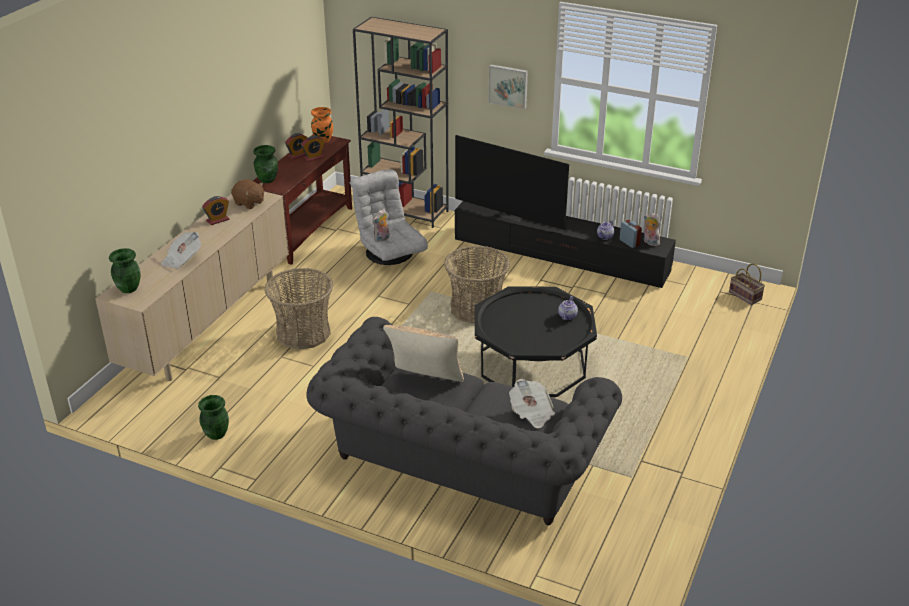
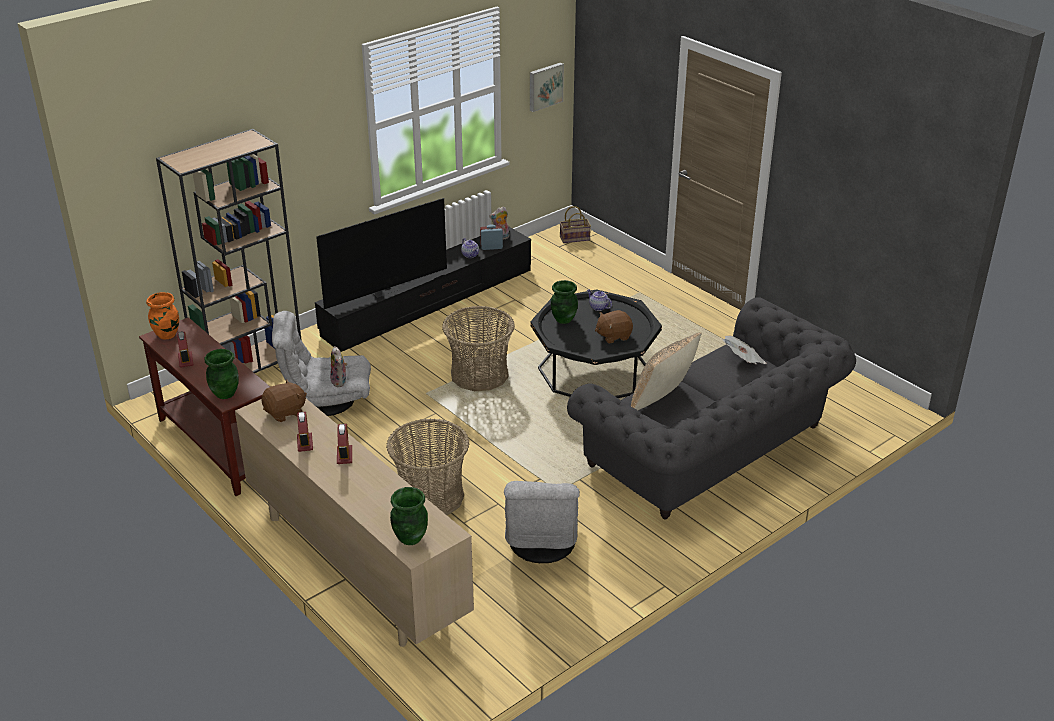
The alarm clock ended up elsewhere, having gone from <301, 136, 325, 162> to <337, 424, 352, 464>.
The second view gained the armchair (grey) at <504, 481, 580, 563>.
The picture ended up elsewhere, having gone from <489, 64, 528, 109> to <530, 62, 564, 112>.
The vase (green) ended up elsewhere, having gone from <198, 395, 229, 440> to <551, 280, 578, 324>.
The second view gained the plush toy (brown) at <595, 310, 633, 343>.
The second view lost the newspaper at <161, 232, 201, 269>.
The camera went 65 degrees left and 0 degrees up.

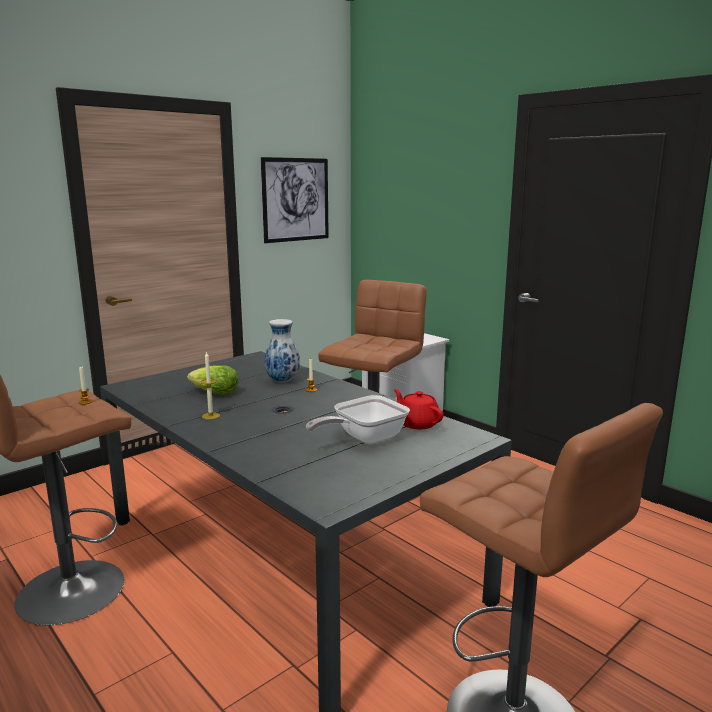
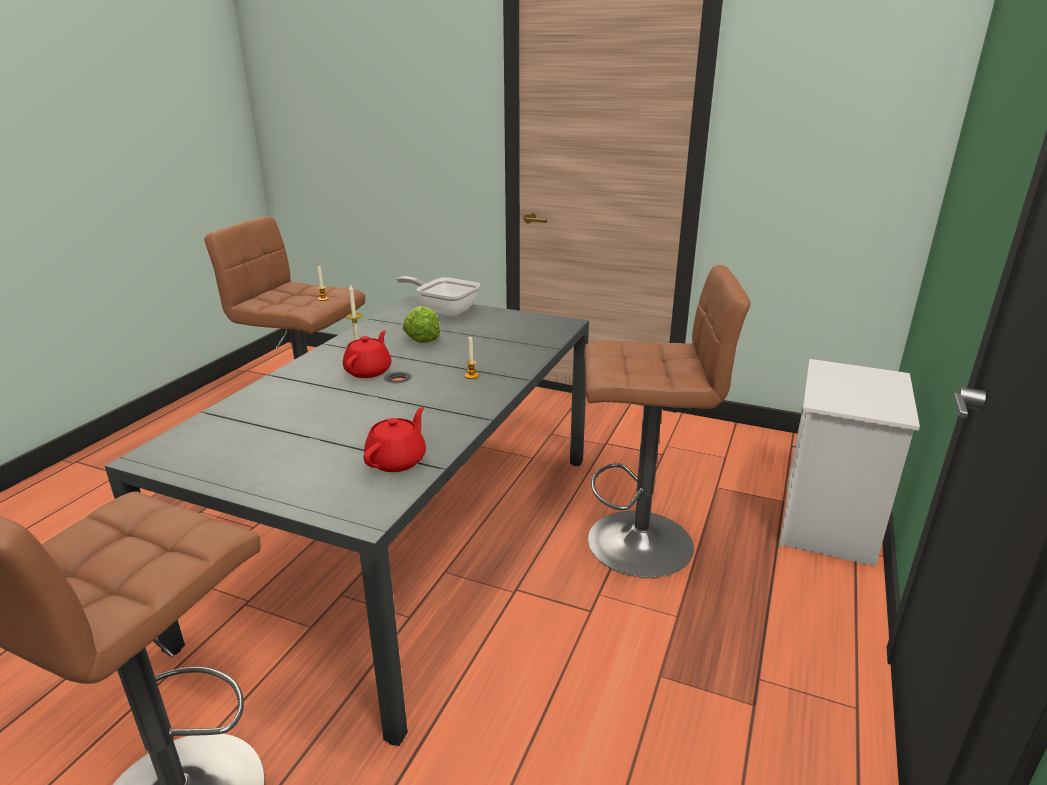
The second view gained the teapot (red) at <343, 331, 391, 378>.
The frying pan ended up elsewhere, having gone from <306, 395, 410, 444> to <396, 276, 480, 317>.
The second view lost the picture at <261, 157, 329, 243>.
The second view lost the vase at <265, 319, 300, 383>.
The camera went 65 degrees right and 10 degrees up.

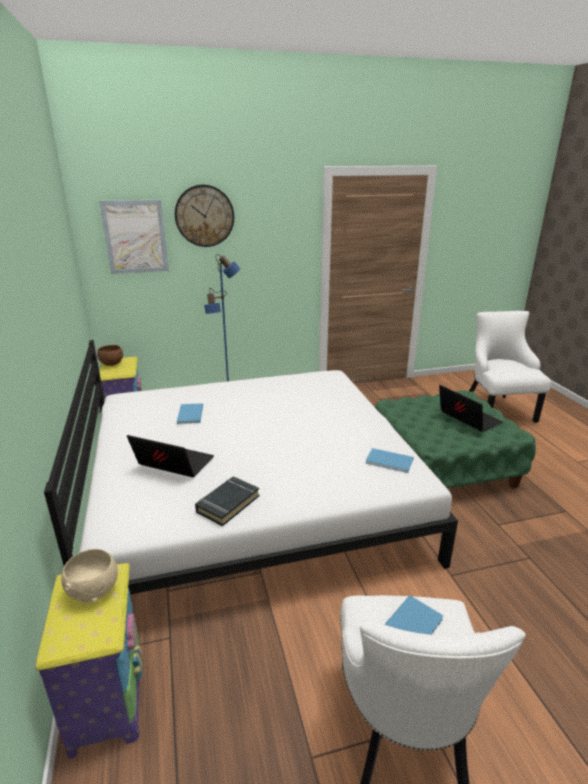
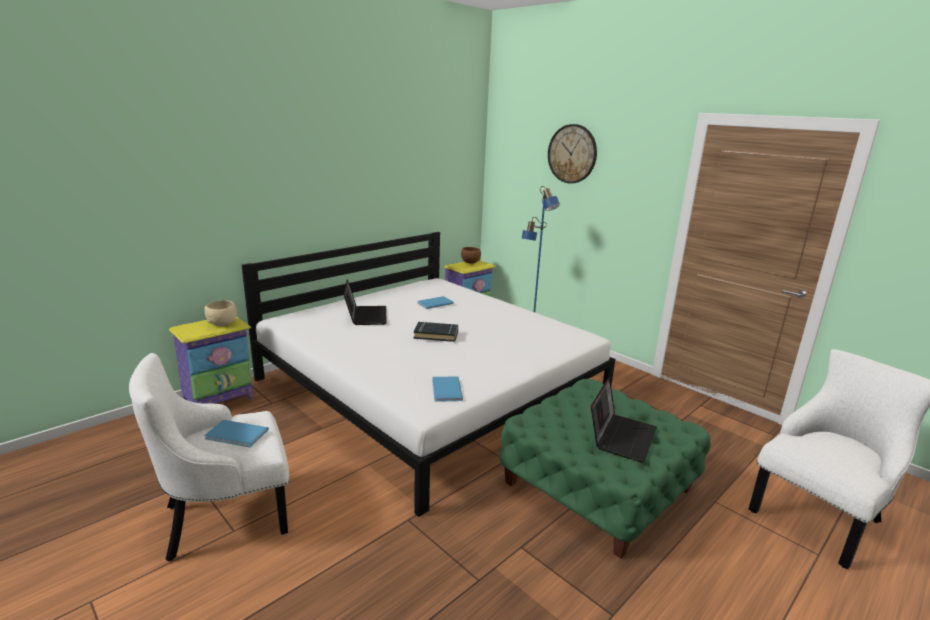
The book (black) ended up elsewhere, having gone from <195, 476, 260, 526> to <414, 322, 458, 342>.
The second view lost the picture at <99, 199, 169, 274>.
The camera went 60 degrees right and 5 degrees down.

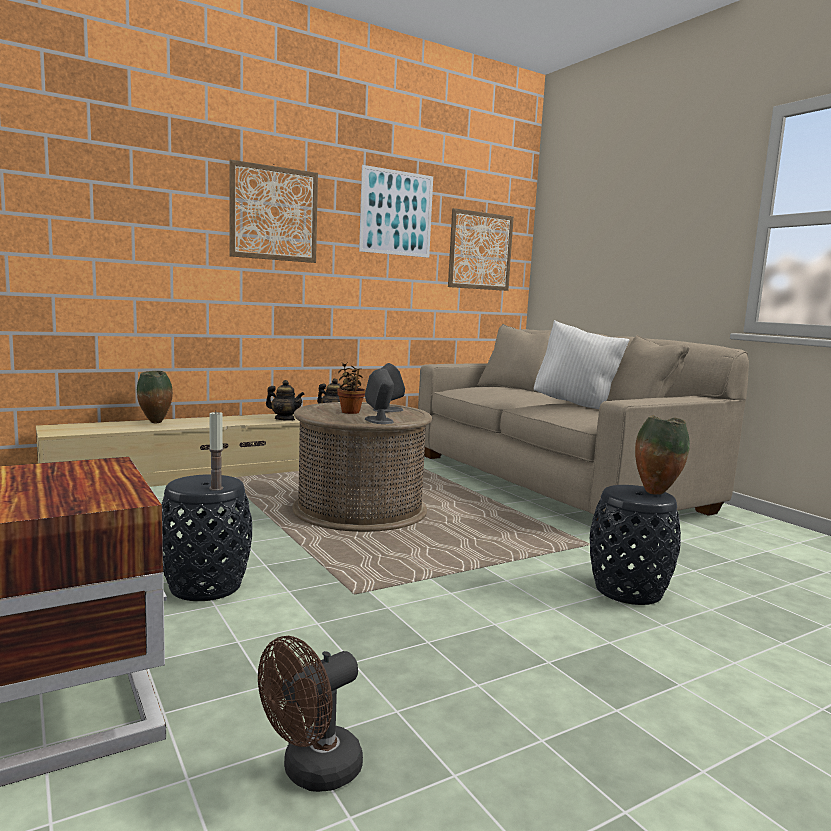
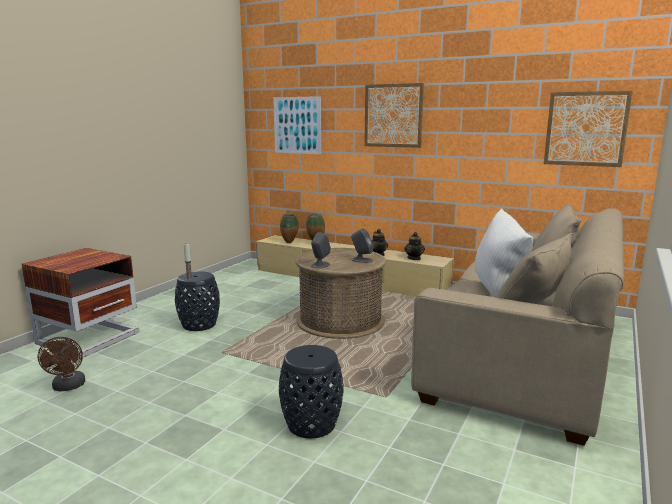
The fan (brown) at <258, 636, 363, 792> ended up facing another way, 120 degrees counterclockwise from before.
The picture ended up elsewhere, having gone from <359, 165, 433, 258> to <273, 96, 321, 154>.
The vase ended up elsewhere, having gone from <635, 415, 690, 494> to <280, 214, 299, 243>.
The second view lost the potted plant at <337, 362, 366, 414>.
The camera went 60 degrees right and 5 degrees up.

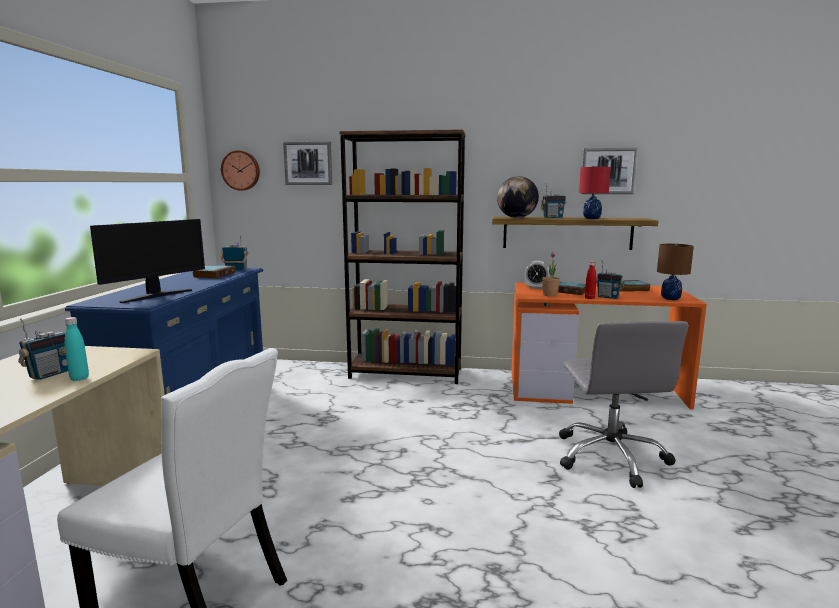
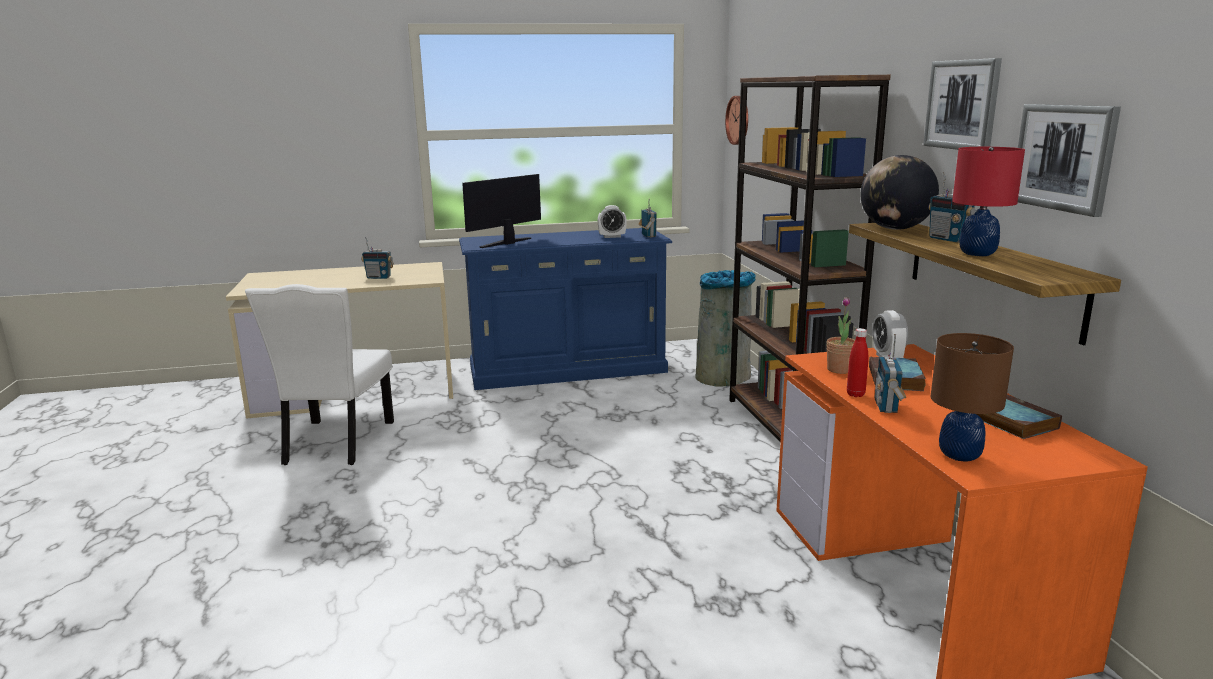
The monitor at <90, 219, 205, 303> ended up facing another way, 120 degrees clockwise from before.
Where the book stood at <193, 265, 236, 279>, the alarm clock came to stand at <598, 205, 627, 238>.
The second view gained the trash can (grey) at <695, 270, 756, 387>.
The picture ended up elsewhere, having gone from <283, 142, 332, 185> to <923, 58, 1002, 150>.
The second view lost the bottle (turquoise) at <65, 317, 89, 381>.
The second view lost the office chair (grey) at <559, 321, 688, 488>.
The camera went 70 degrees right and 5 degrees up.

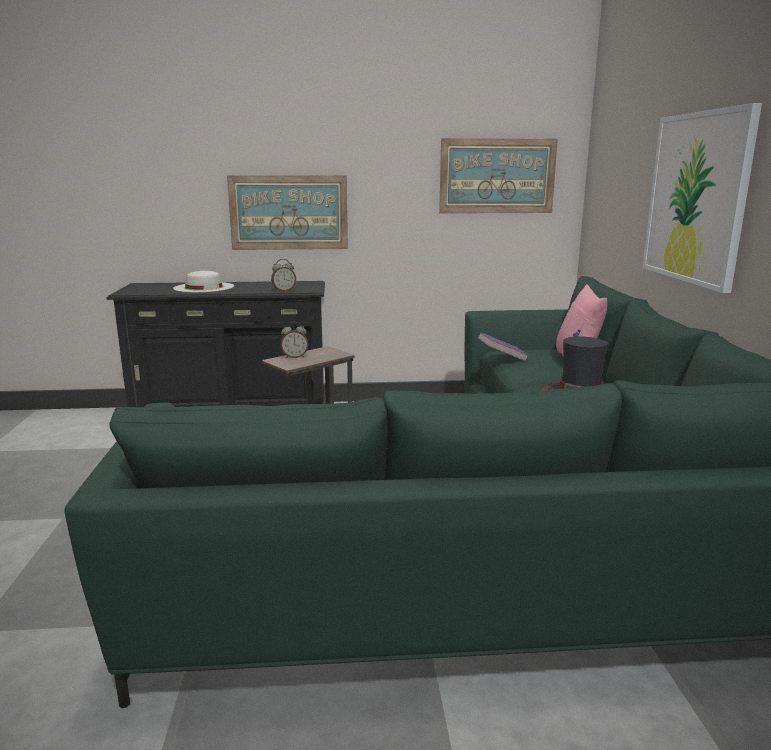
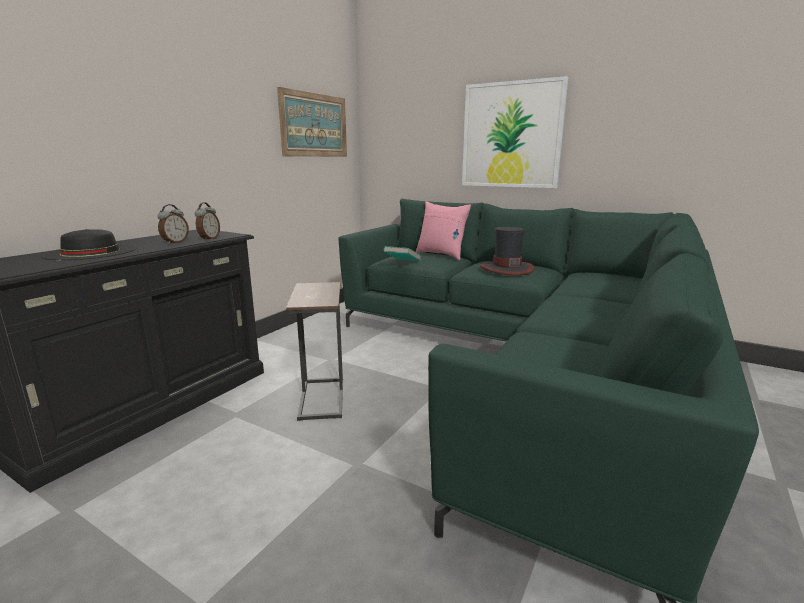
What was the hat (white) at <173, 271, 234, 292> turned into the hat (black) at <41, 229, 137, 260>.
The alarm clock ended up elsewhere, having gone from <281, 322, 308, 358> to <158, 204, 189, 244>.
What was the book (purple) at <478, 332, 529, 361> turned into the book (turquoise) at <384, 246, 421, 261>.
The second view lost the picture at <227, 175, 348, 250>.
The camera went 55 degrees left and 0 degrees up.

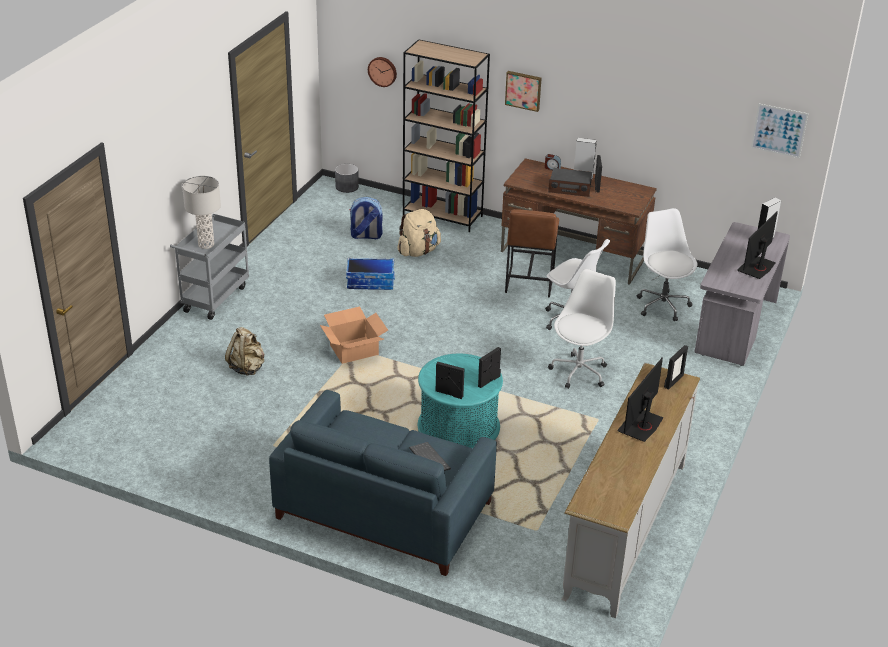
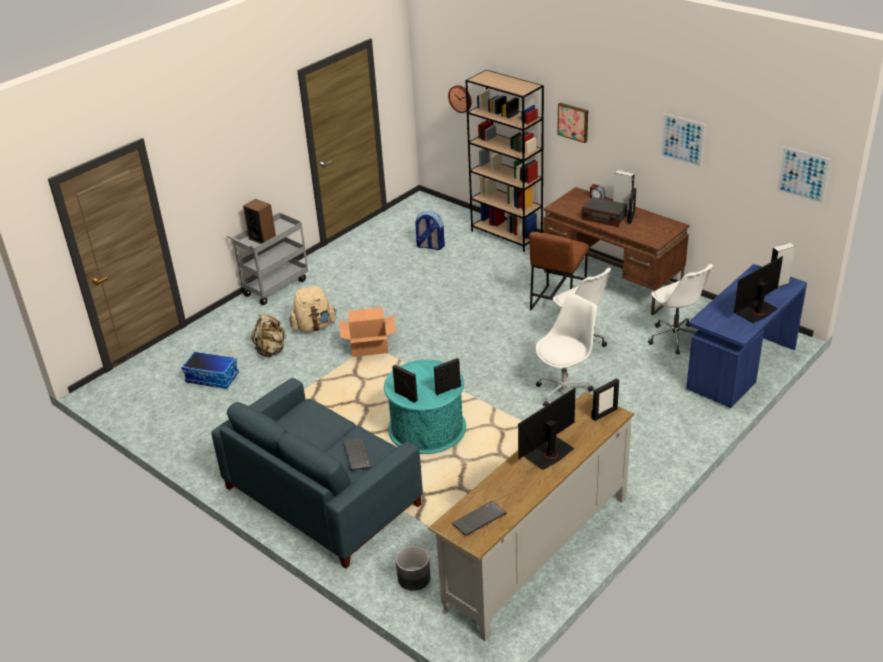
The storage box ended up elsewhere, having gone from <346, 258, 395, 290> to <181, 351, 239, 389>.
Where the table lamp (white) stood at <182, 176, 221, 249>, the speaker came to stand at <243, 199, 276, 244>.
The backpack (beige) ended up elsewhere, having gone from <397, 209, 441, 257> to <289, 286, 336, 332>.
The planter (grey) ended up elsewhere, having gone from <335, 164, 359, 193> to <395, 546, 431, 591>.
The second view gained the keyboard at <452, 501, 507, 536>.
The office chair (white) at <637, 208, 698, 321> ended up facing another way, 150 degrees clockwise from before.
The second view gained the picture at <660, 113, 706, 168>.
What was the desk (grey) at <695, 222, 790, 366> turned into the desk (blue) at <686, 264, 807, 408>.
The camera went 20 degrees right and 0 degrees up.

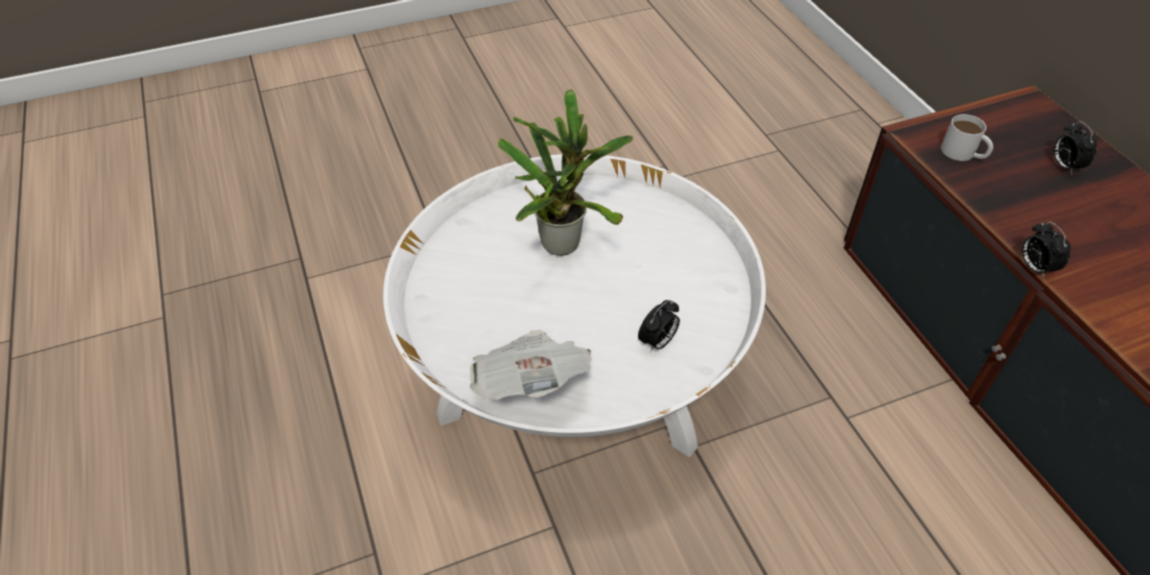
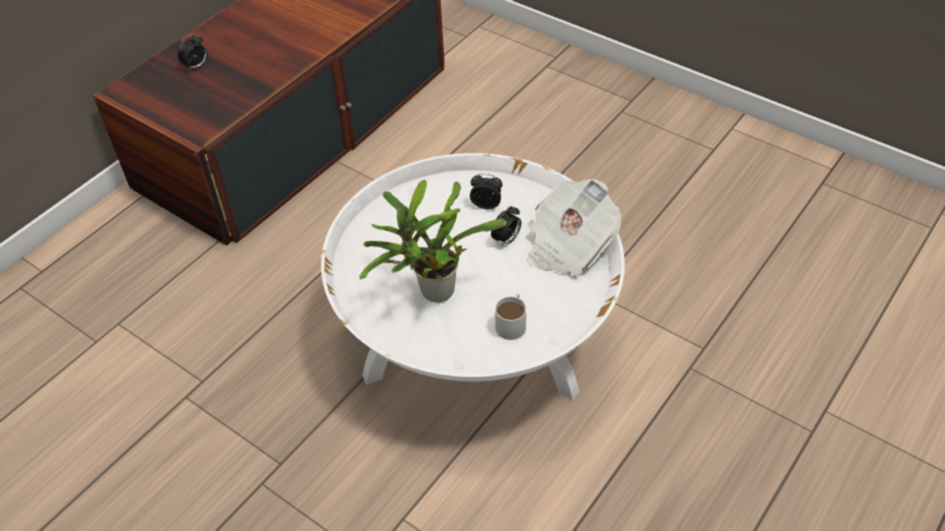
The alarm clock ended up elsewhere, having gone from <1021, 222, 1071, 279> to <491, 206, 521, 247>.
The mug (white) ended up elsewhere, having gone from <941, 114, 993, 161> to <495, 293, 526, 340>.
The camera went 120 degrees left and 0 degrees up.

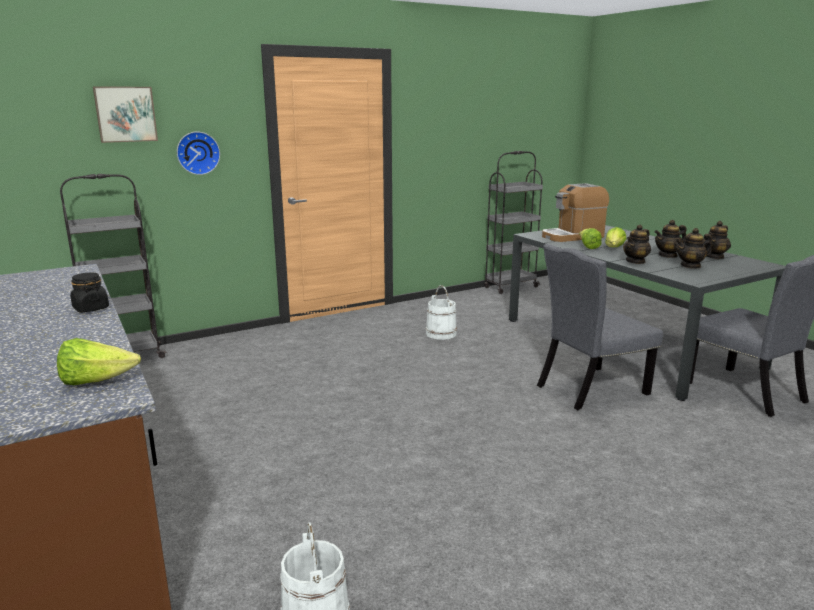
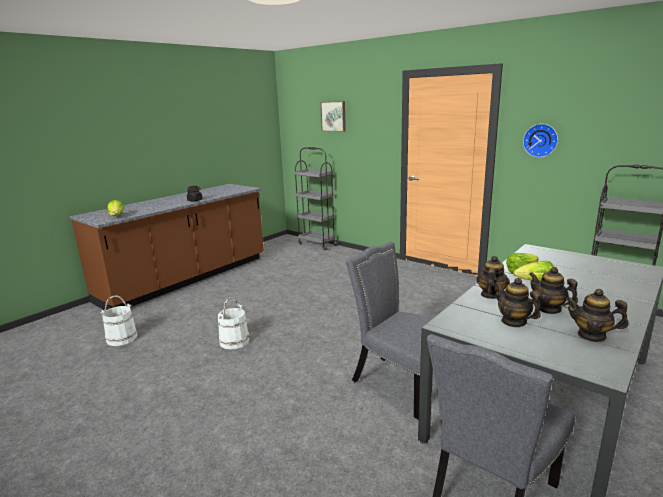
The bucket (white) ended up elsewhere, having gone from <426, 285, 457, 340> to <218, 297, 249, 350>.
The teapot at <623, 225, 651, 264> ended up facing another way, 90 degrees clockwise from before.
The wall clock ended up elsewhere, having gone from <177, 131, 220, 175> to <523, 124, 558, 158>.
The second view lost the coffee machine at <542, 183, 609, 242>.
The camera went 70 degrees right and 0 degrees up.

